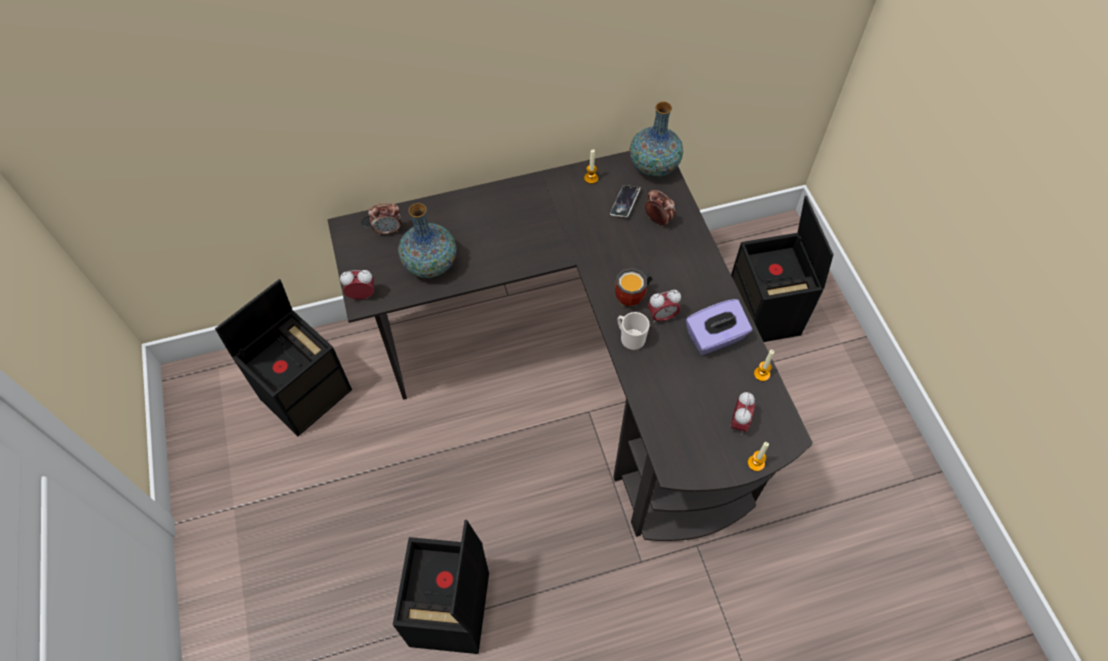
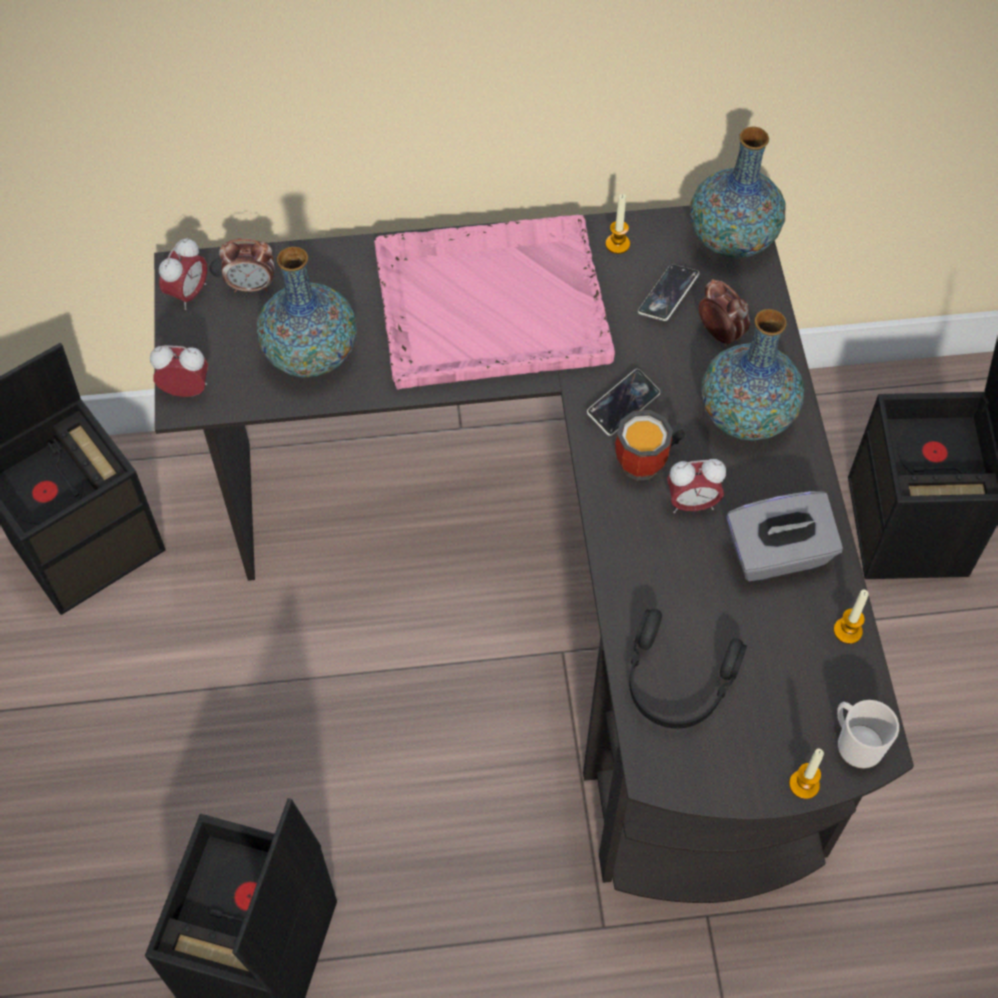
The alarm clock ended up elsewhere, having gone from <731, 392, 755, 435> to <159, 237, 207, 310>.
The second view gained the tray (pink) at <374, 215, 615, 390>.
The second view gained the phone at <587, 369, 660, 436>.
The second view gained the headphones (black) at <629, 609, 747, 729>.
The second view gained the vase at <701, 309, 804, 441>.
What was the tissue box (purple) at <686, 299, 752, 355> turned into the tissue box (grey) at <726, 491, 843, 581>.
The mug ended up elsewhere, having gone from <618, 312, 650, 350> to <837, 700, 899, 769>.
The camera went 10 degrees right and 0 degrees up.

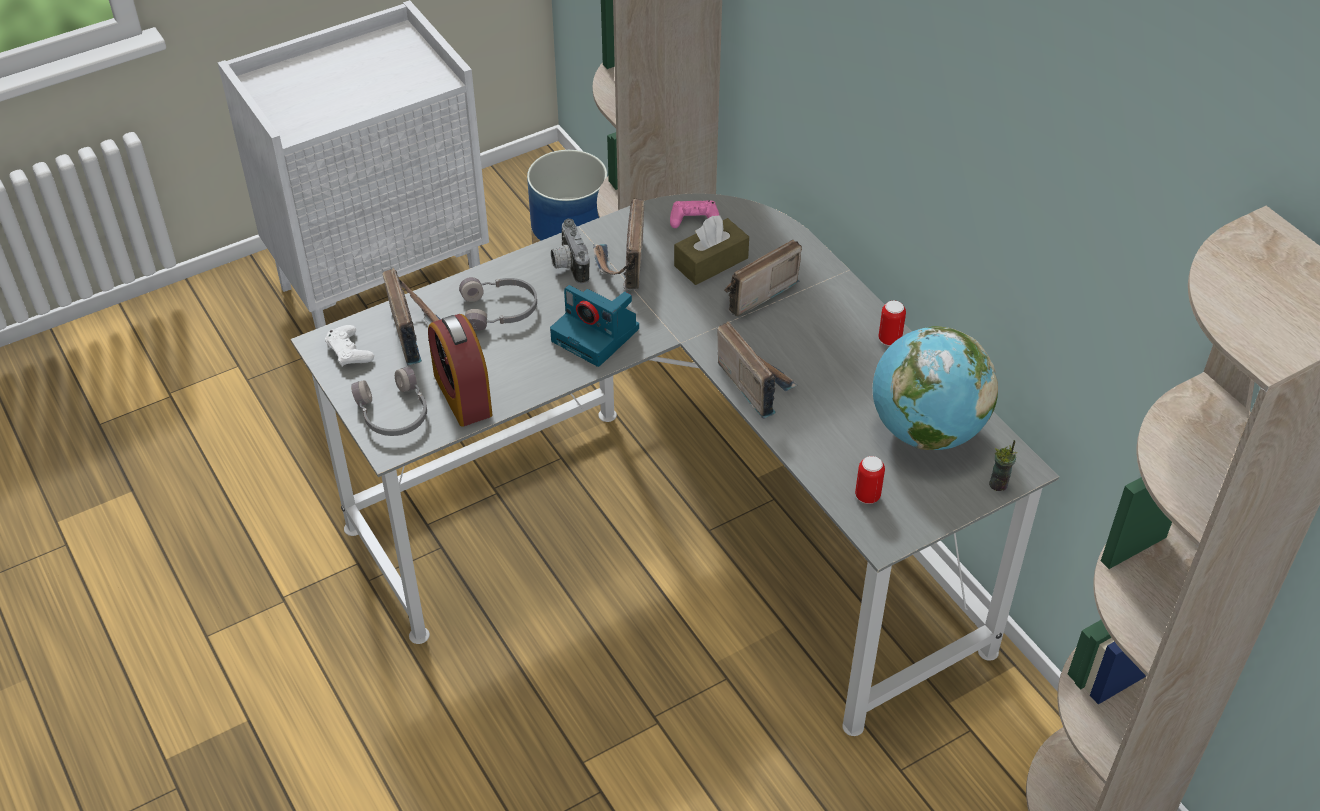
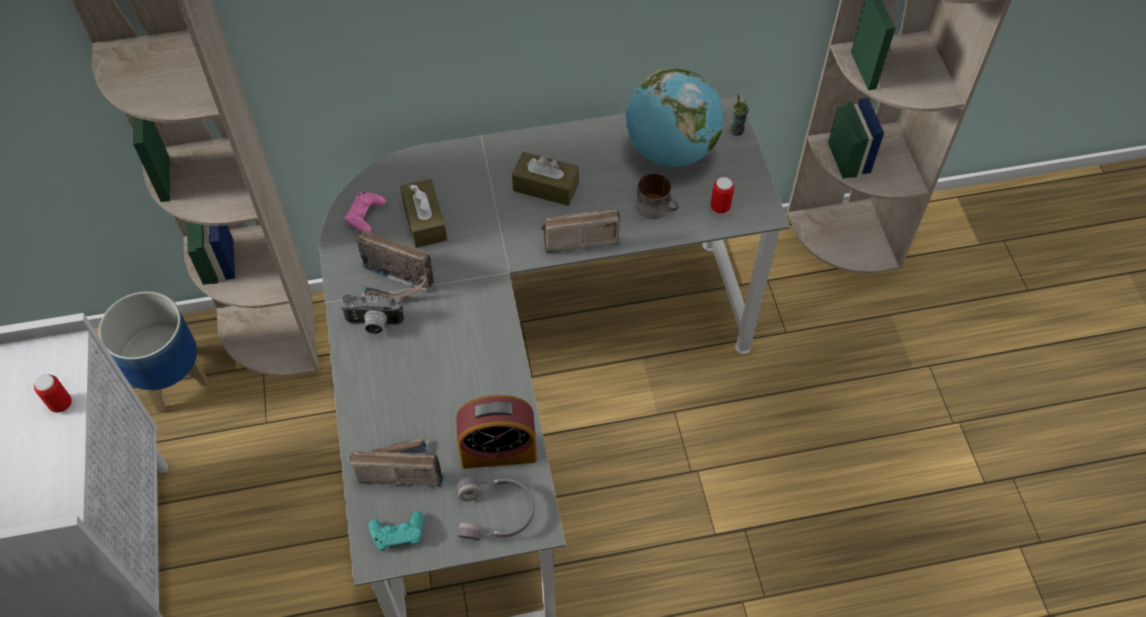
The can ended up elsewhere, having gone from <879, 300, 906, 346> to <34, 374, 72, 413>.
What was the game controller (white) at <325, 325, 374, 367> turned into the game controller (turquoise) at <369, 511, 423, 551>.
The second view gained the tissue box (brown) at <512, 152, 579, 206>.
The second view gained the mug at <636, 173, 679, 219>.
The second view lost the headphones (grey) at <459, 277, 537, 331>.
The second view lost the photo camera at <550, 285, 639, 367>.
The second view lost the radio at <724, 240, 802, 317>.
The camera went 70 degrees left and 10 degrees up.

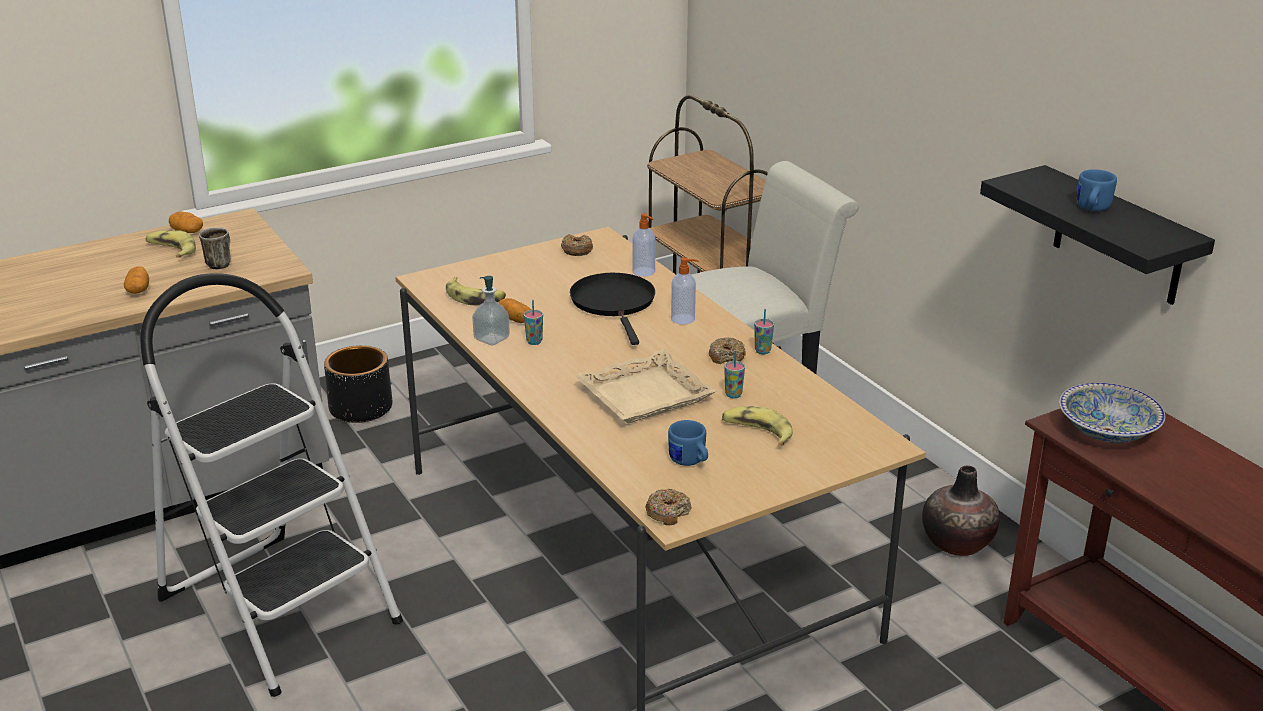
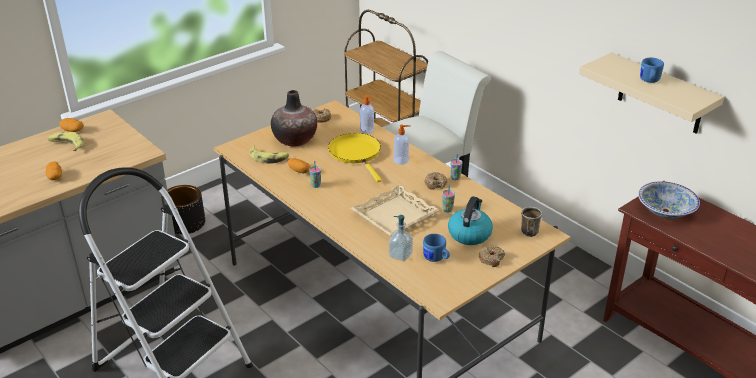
The vase ended up elsewhere, having gone from <922, 465, 1000, 556> to <271, 90, 317, 147>.
What was the frying pan (black) at <570, 273, 655, 345> turned into the frying pan (yellow) at <328, 133, 382, 182>.
The soap dispenser ended up elsewhere, having gone from <472, 276, 510, 346> to <389, 215, 413, 261>.
Where the banana stood at <722, 406, 793, 446>, the kettle came to stand at <448, 196, 493, 245>.
The donut ended up elsewhere, having gone from <645, 488, 692, 525> to <479, 245, 505, 267>.
The mug ended up elsewhere, having gone from <199, 227, 231, 269> to <521, 207, 542, 237>.
What was the shelf (black) at <980, 165, 1215, 305> turned into the shelf (beige) at <579, 52, 724, 134>.
The camera went 10 degrees left and 5 degrees up.

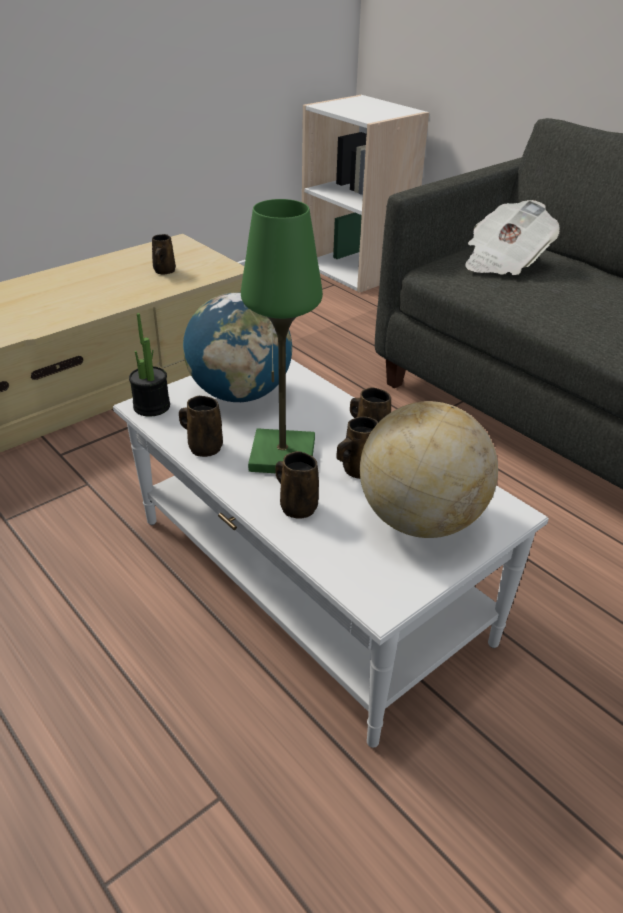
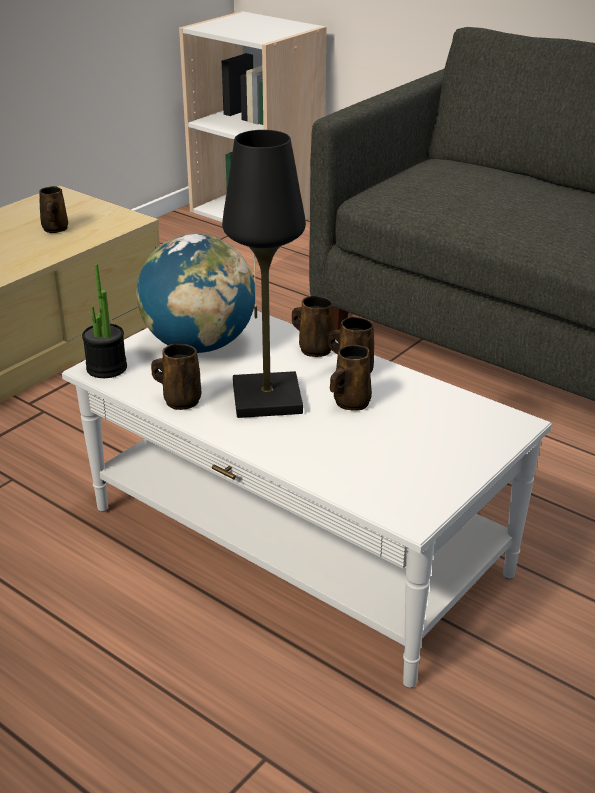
What was the table lamp (green) at <241, 199, 323, 473> turned into the table lamp (black) at <222, 130, 306, 418>.
The mug (brown) ended up elsewhere, having gone from <276, 451, 319, 519> to <292, 295, 334, 357>.
The second view lost the globe at <360, 401, 498, 538>.
The second view lost the newspaper at <465, 200, 560, 275>.
The camera went 10 degrees left and 5 degrees down.

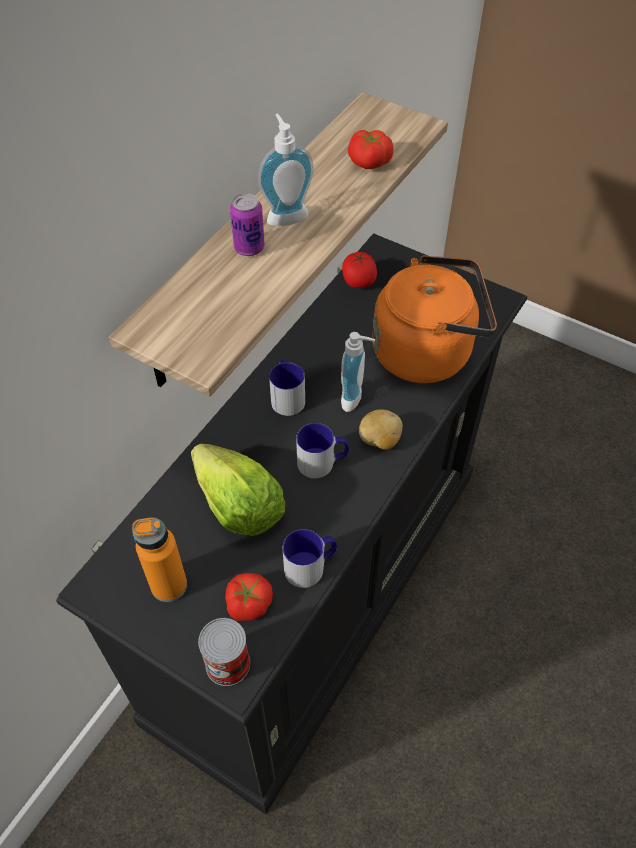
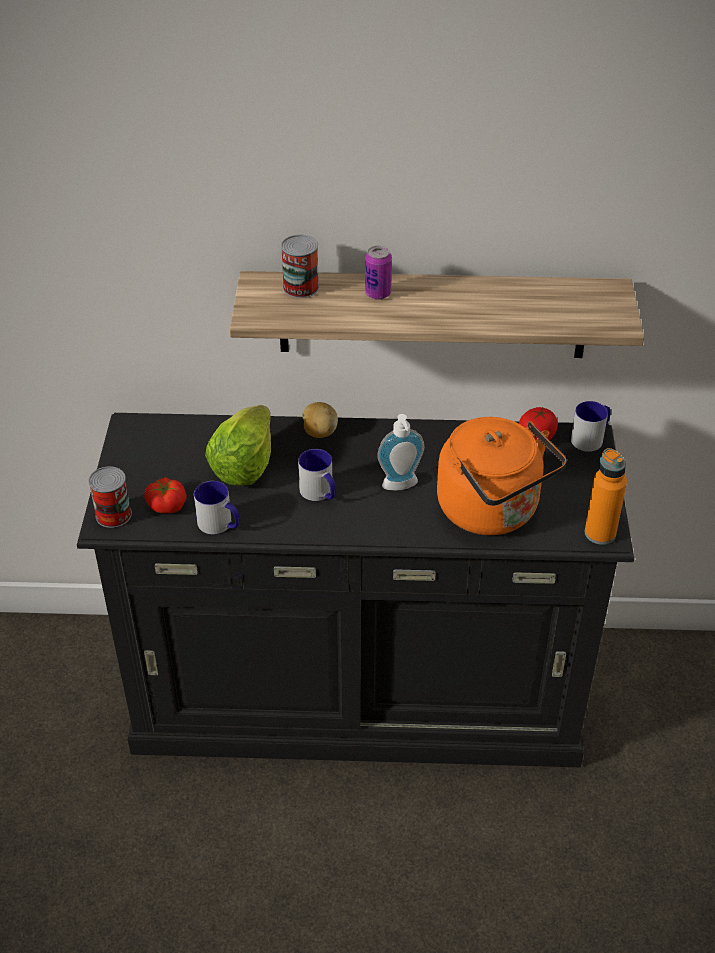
The second view gained the can at <281, 235, 319, 298>.
The potato ended up elsewhere, having gone from <359, 409, 403, 450> to <302, 402, 338, 438>.
The mug ended up elsewhere, having gone from <269, 360, 305, 416> to <571, 401, 611, 452>.
The bottle (orange) ended up elsewhere, having gone from <132, 517, 187, 602> to <585, 448, 627, 545>.
The second view lost the soap dispenser at <258, 114, 314, 226>.
The second view lost the tomato at <348, 130, 393, 169>.
The camera went 60 degrees right and 10 degrees down.

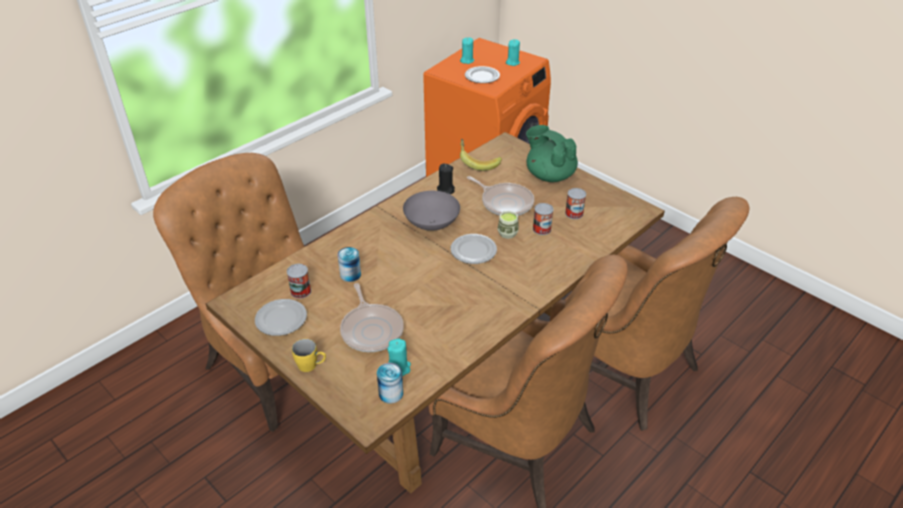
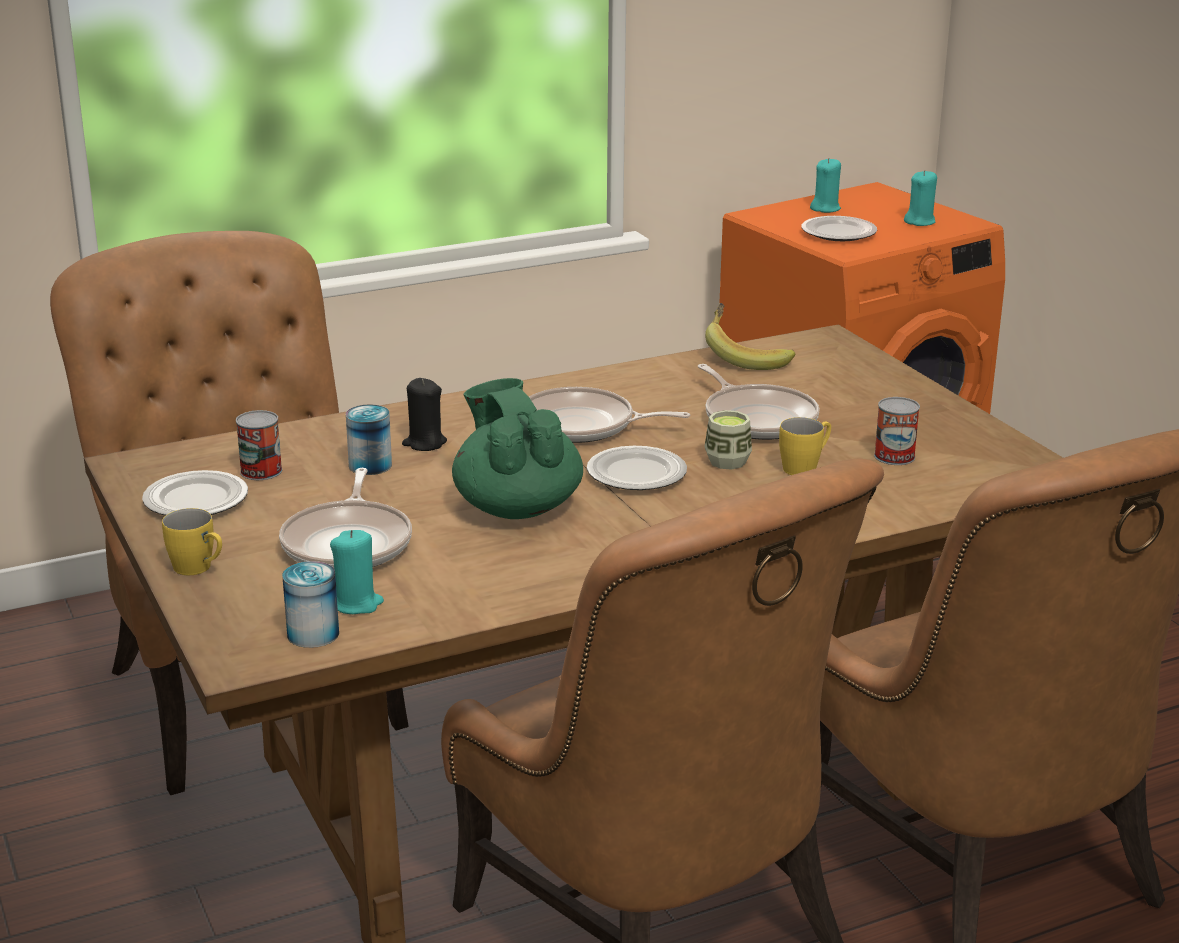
The candle (black) ended up elsewhere, having gone from <437, 164, 455, 194> to <402, 378, 447, 451>.
The teapot (green) ended up elsewhere, having gone from <526, 125, 578, 182> to <452, 378, 583, 519>.
Where the bowl (grey) stood at <403, 191, 460, 231>, the frying pan came to stand at <529, 387, 691, 443>.
Where the can stood at <533, 203, 554, 235>, the mug (yellow) came to stand at <779, 417, 831, 475>.
The camera went 20 degrees right and 15 degrees down.

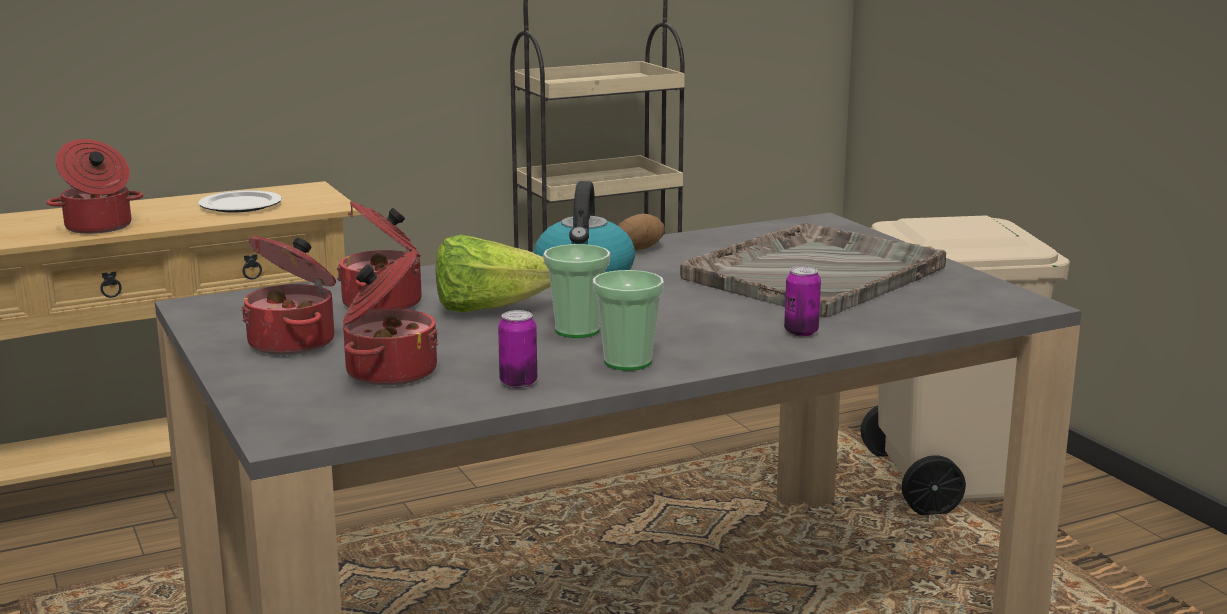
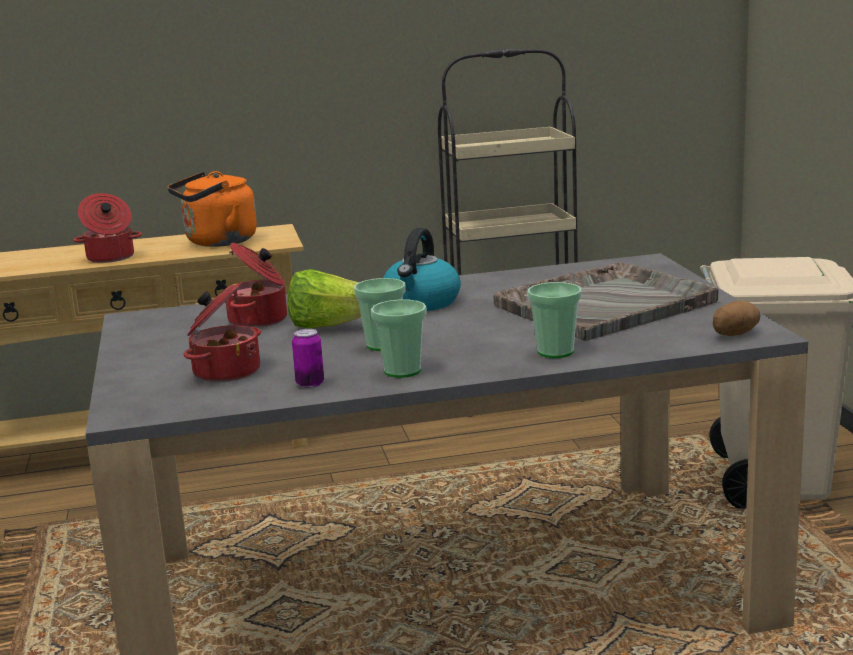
Where the plate stood at <198, 190, 282, 213>, the kettle (orange) came to stand at <168, 171, 257, 247>.
Where the can stood at <784, 266, 821, 337>, the cup came to stand at <528, 282, 581, 358>.
The potato ended up elsewhere, having gone from <619, 214, 665, 251> to <713, 301, 761, 336>.
The second view lost the cooking pot at <241, 236, 336, 355>.
The camera went 15 degrees right and 0 degrees up.

